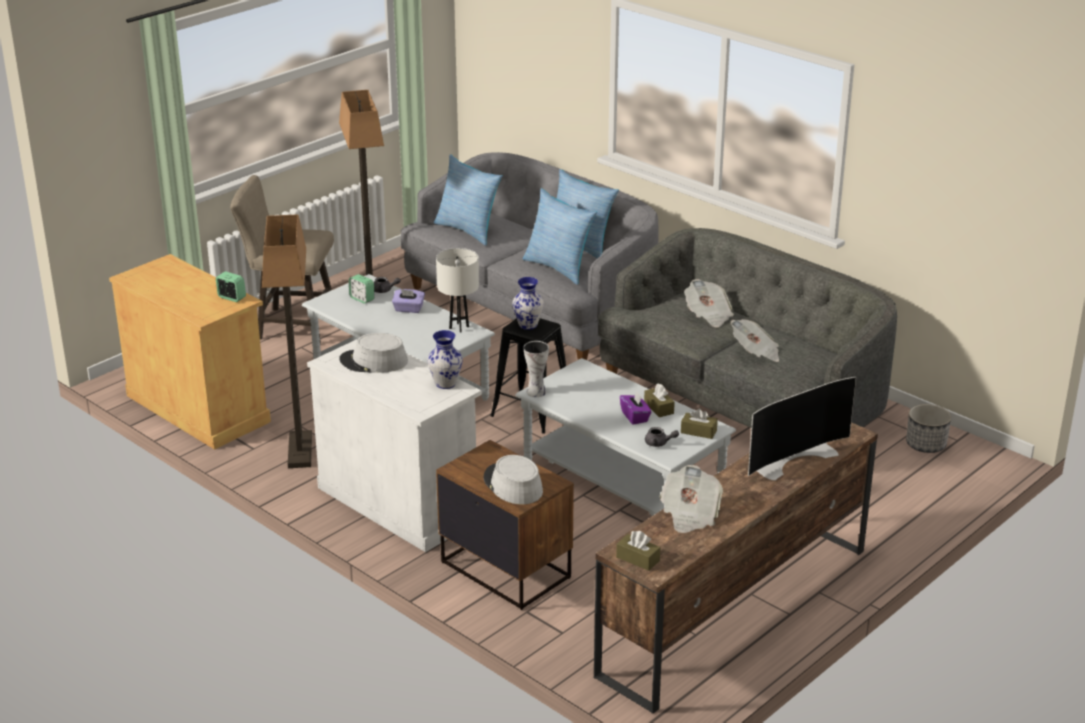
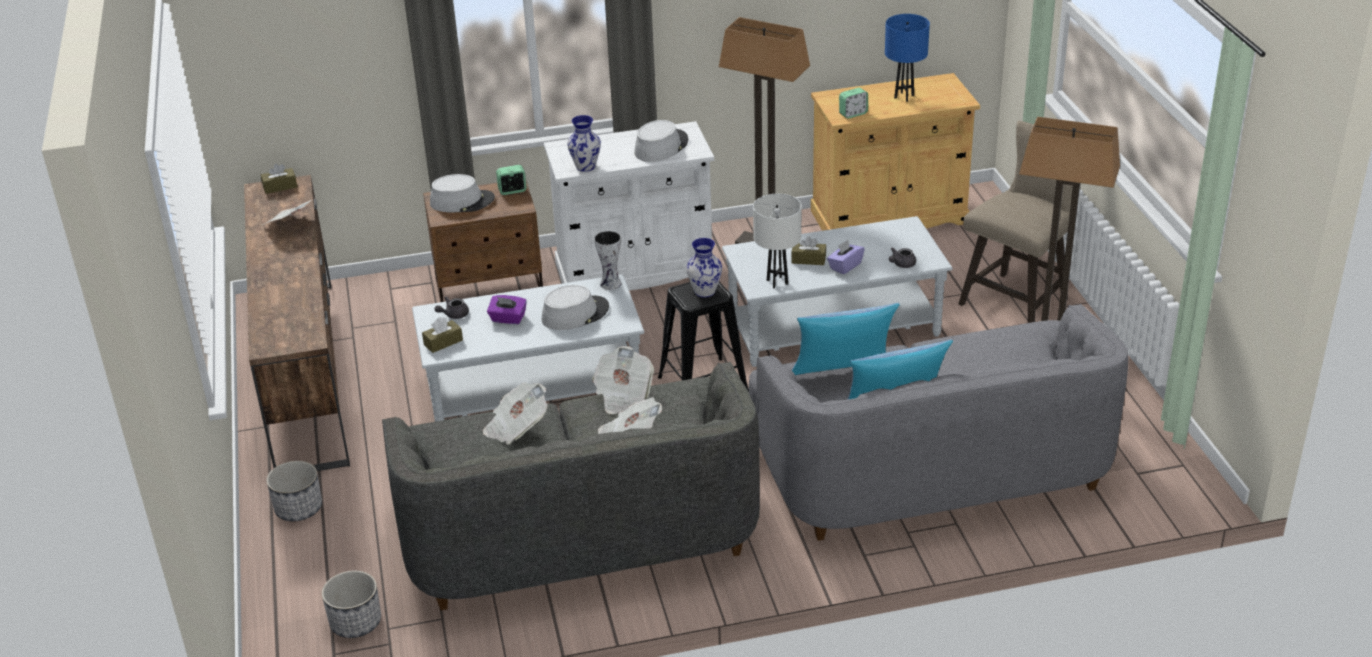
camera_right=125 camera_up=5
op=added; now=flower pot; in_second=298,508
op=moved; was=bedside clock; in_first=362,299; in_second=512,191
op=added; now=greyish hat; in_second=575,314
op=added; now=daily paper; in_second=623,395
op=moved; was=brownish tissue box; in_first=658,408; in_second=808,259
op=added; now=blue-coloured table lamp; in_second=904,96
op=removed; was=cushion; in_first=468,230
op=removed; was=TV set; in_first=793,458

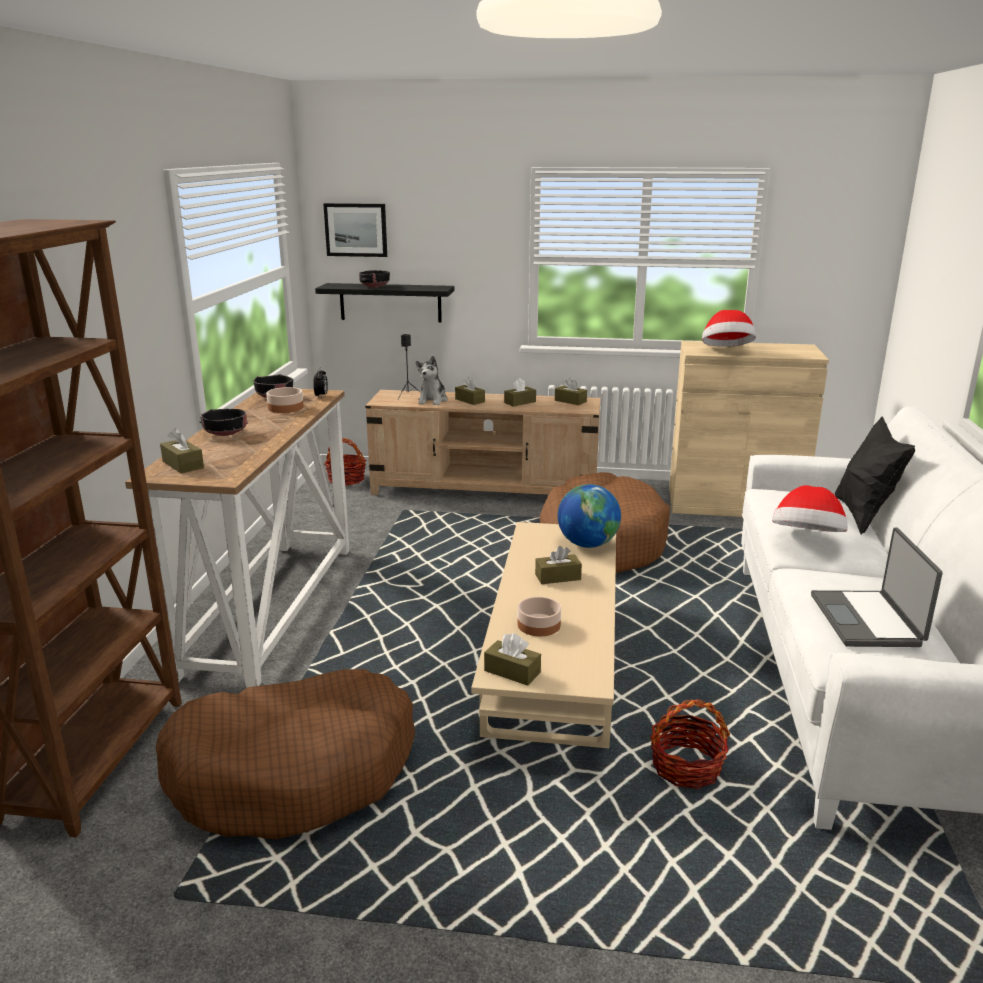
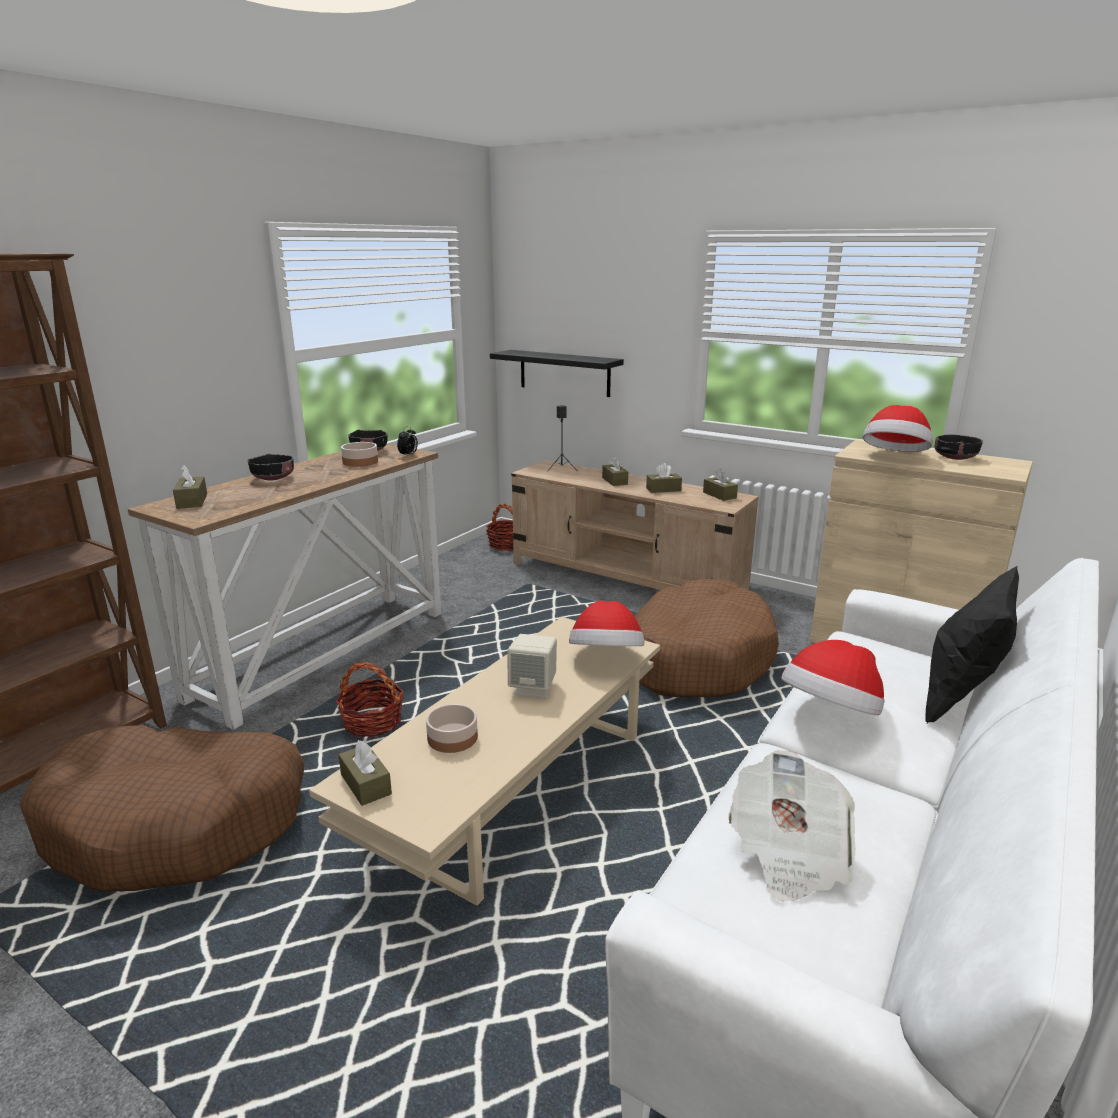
camera_right=25 camera_up=0
op=moved; was=basket; in_first=686,767; in_second=372,722
op=replaced; was=brownish tissue box; now=beige audio speaker; in_first=558,577; in_second=533,687
op=replaced; was=globe; now=hat; in_first=587,544; in_second=606,657
op=replaced; was=portable computer; now=daily paper; in_first=867,620; in_second=788,853
op=moved; was=black serving bowl; in_first=375,286; in_second=955,458
op=removed; was=wall art; in_first=356,230
op=removed; was=plush toy; in_first=432,400

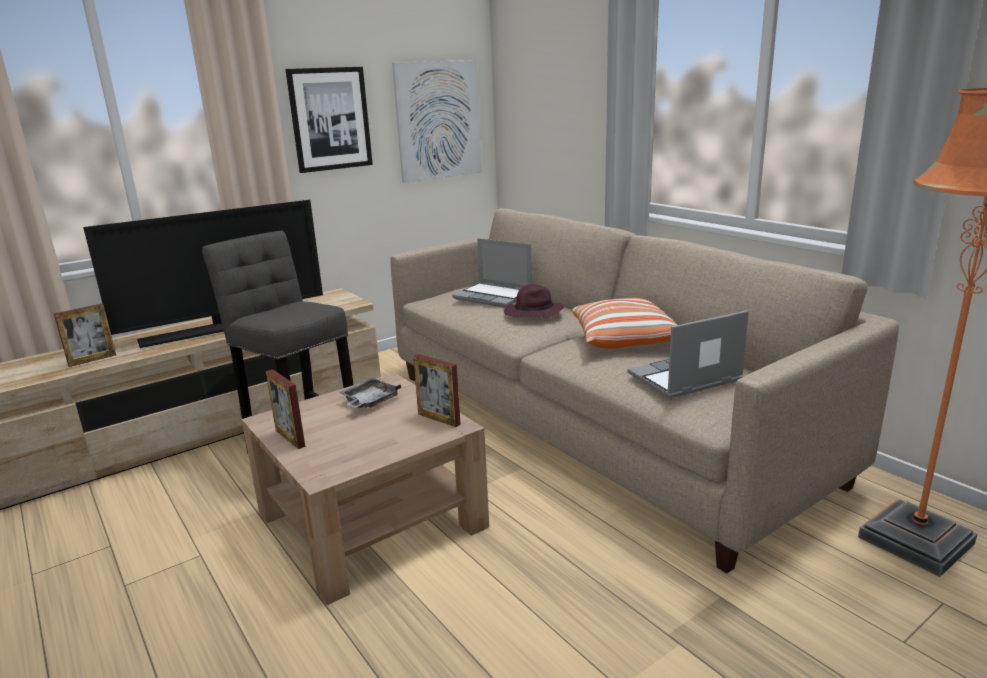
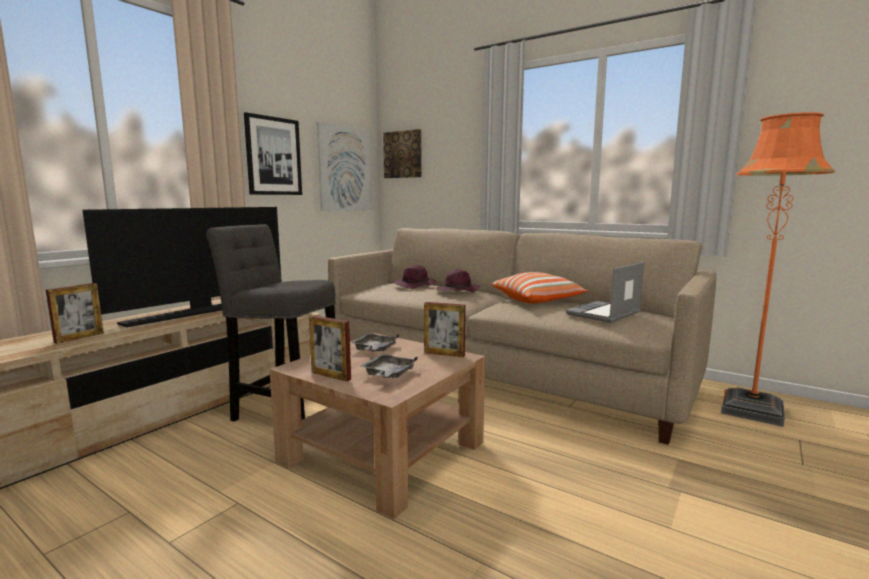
camera_right=-20 camera_up=-10
op=added; now=greyish tray; in_second=388,374
op=added; now=wall art; in_second=403,154
op=replaced; was=portable computer; now=purple-coloured hat; in_first=494,296; in_second=416,285

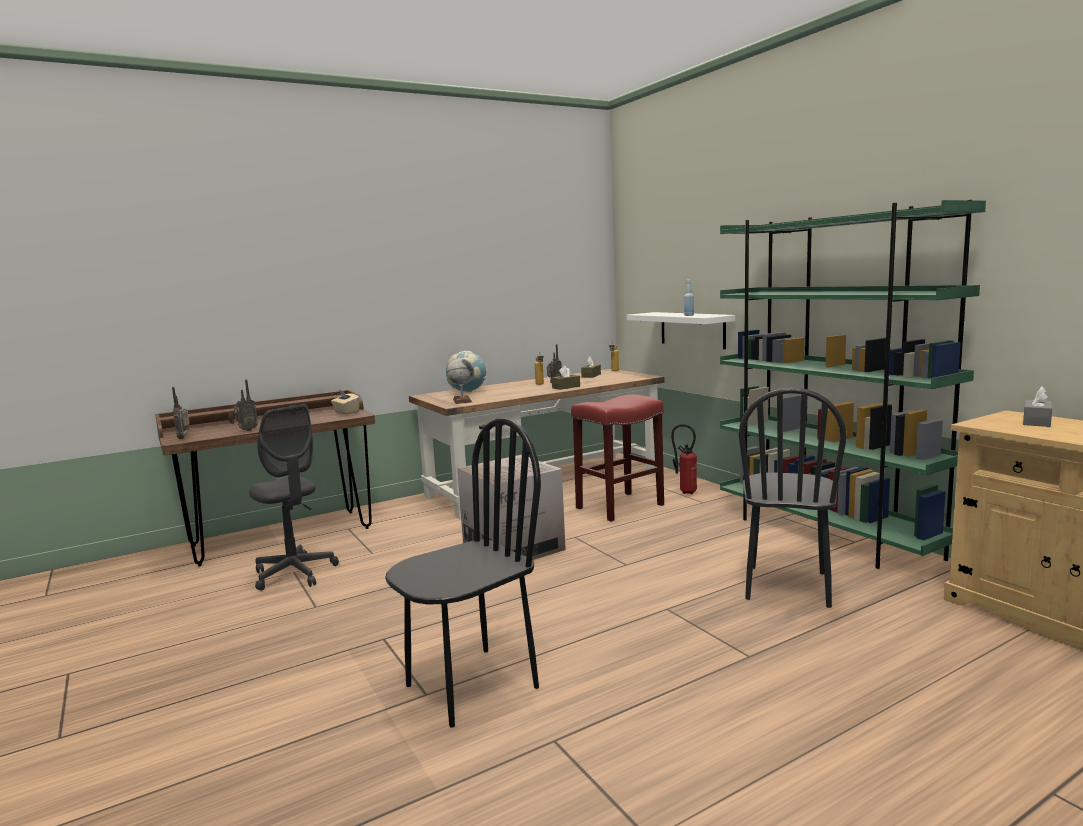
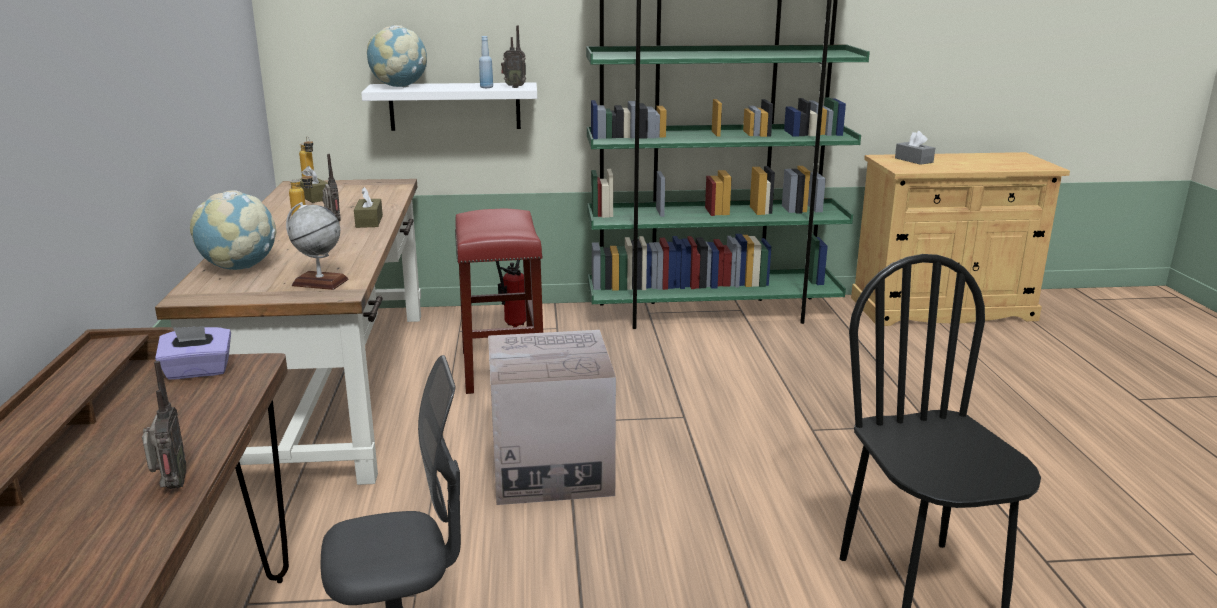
camera_right=-65 camera_up=10
op=recoloured; was=beige tissue box; now=purple-coloured tissue box; in_first=346,412; in_second=198,371
op=added; now=globe; in_second=399,86
op=moved; was=radio receiver; in_first=184,438; in_second=514,87
op=removed; was=black plain chair; in_first=787,586

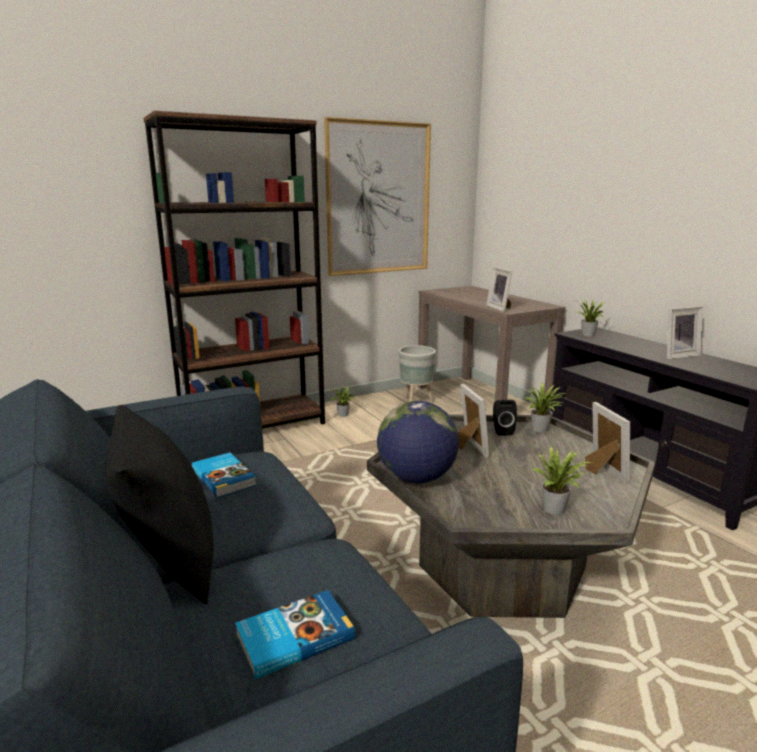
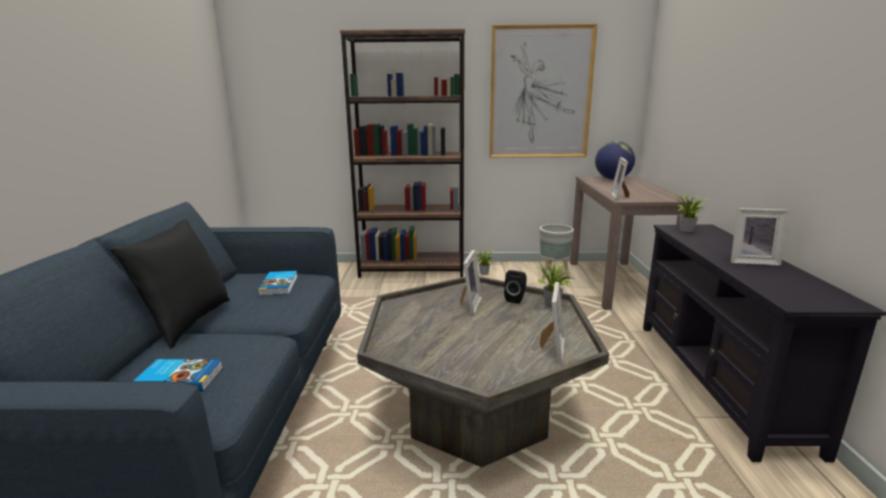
camera_right=30 camera_up=0
op=moved; was=globe; in_first=416,478; in_second=613,179
op=removed; was=houseplant; in_first=557,510

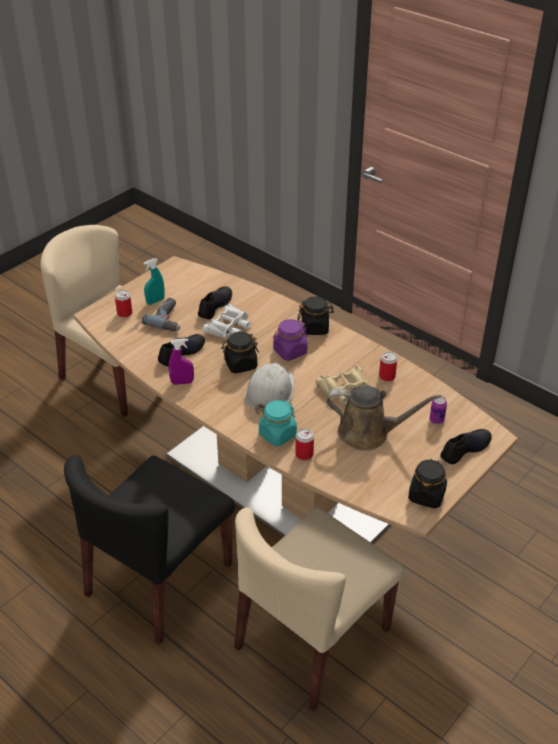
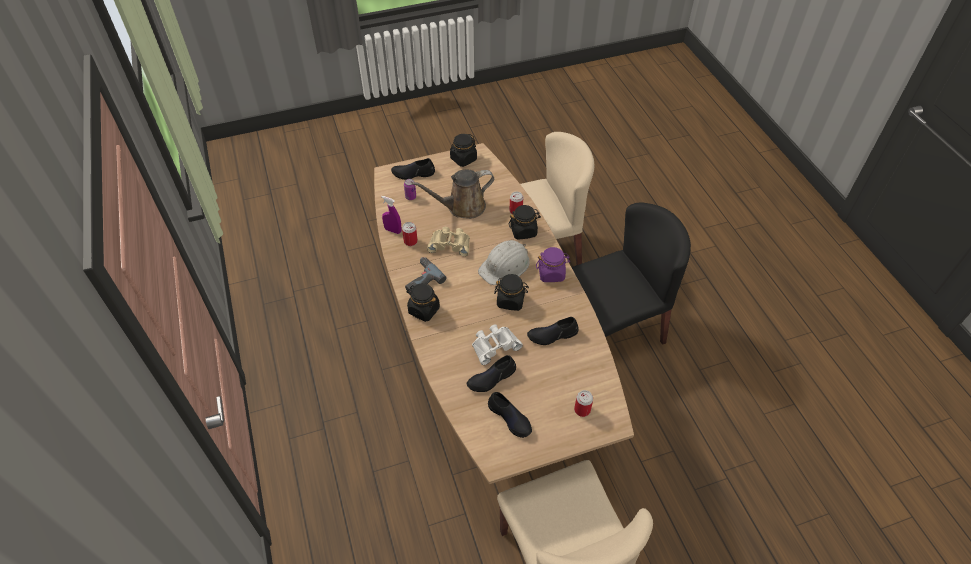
camera_right=-150 camera_up=10
op=moved; was=purple-coloured spray bottle; in_first=182,382; in_second=393,230
op=moved; was=drill; in_first=169,319; in_second=420,279
op=turned; was=brownish watering pot; in_first=368,433; in_second=462,207; clockwise=-60
op=added; now=black low shoe; in_second=510,418
op=recoloured; was=turquoise jar; now=black jar; in_first=277,435; in_second=523,231
op=moved; was=purple-coloured jar; in_first=290,352; in_second=551,273
op=removed; was=turquoise spray bottle; in_first=155,301

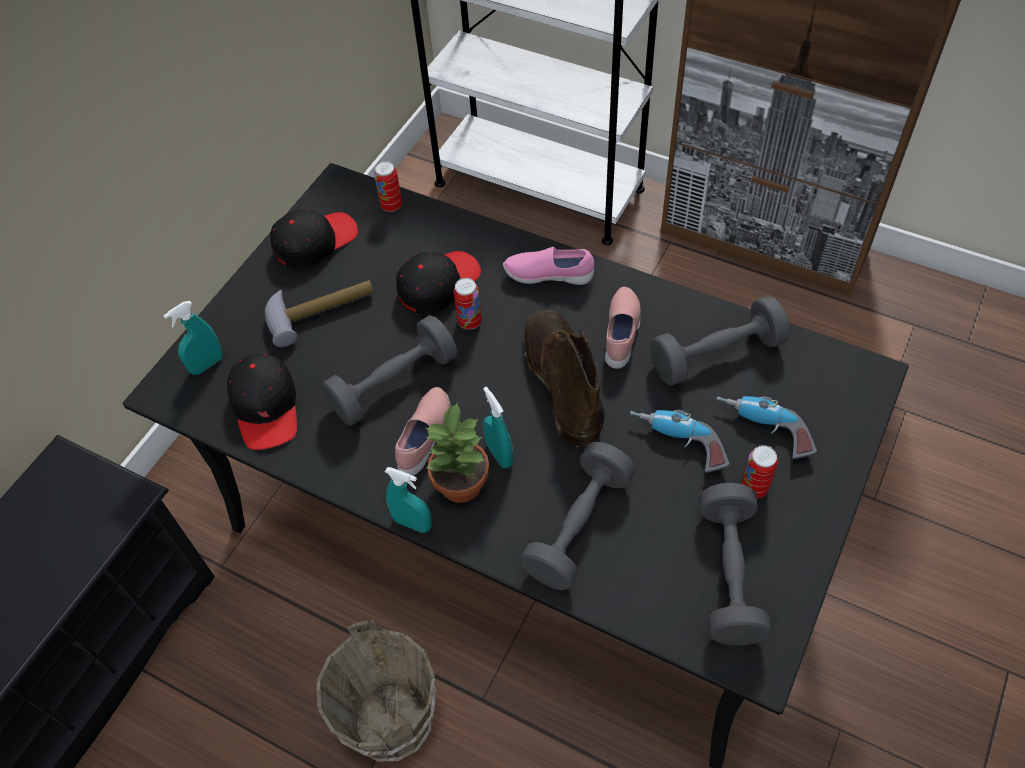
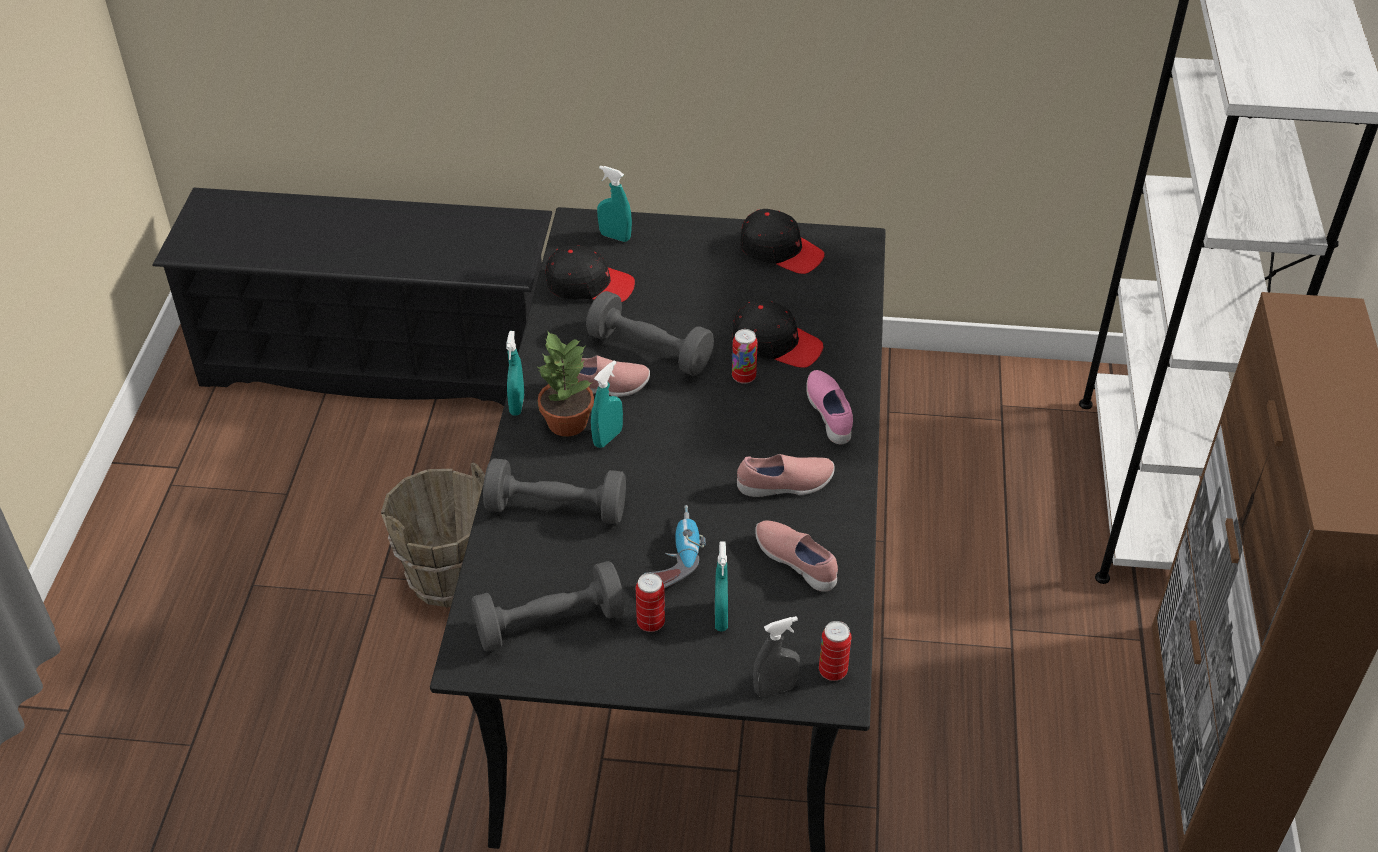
camera_right=65 camera_up=-10
op=turned; was=black cap; in_first=266,407; in_second=589,284; clockwise=-135
op=replaced; was=drill; now=turquoise spray bottle; in_first=763,430; in_second=721,617
op=added; now=greyish spray bottle; in_second=775,689
op=replaced; was=greyish hand weight; now=pinkish low shoe; in_first=716,355; in_second=796,562
op=moved; was=sealed can; in_first=391,205; in_second=832,671
op=removed; was=hand hammer; in_first=320,309
op=removed; was=brownish boot; in_first=562,380

